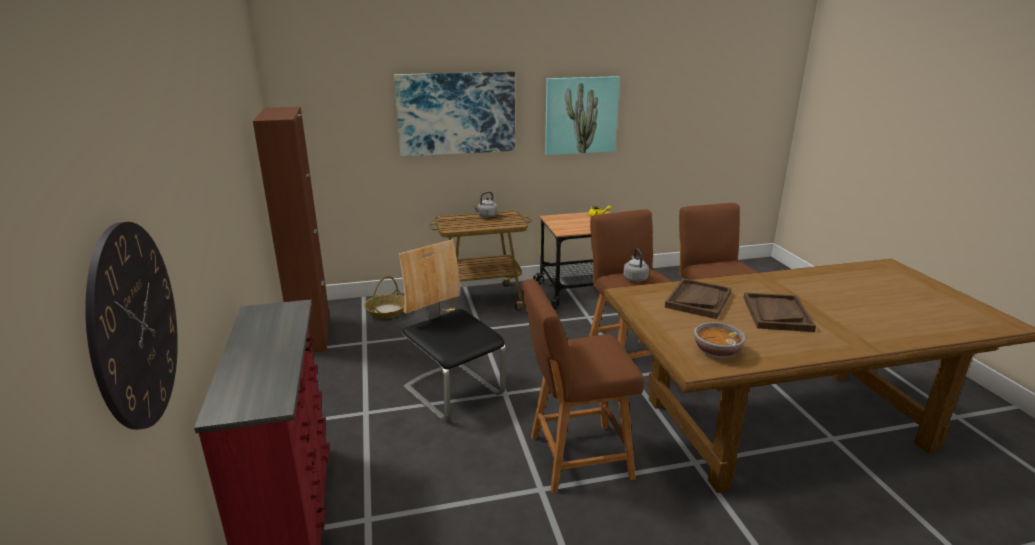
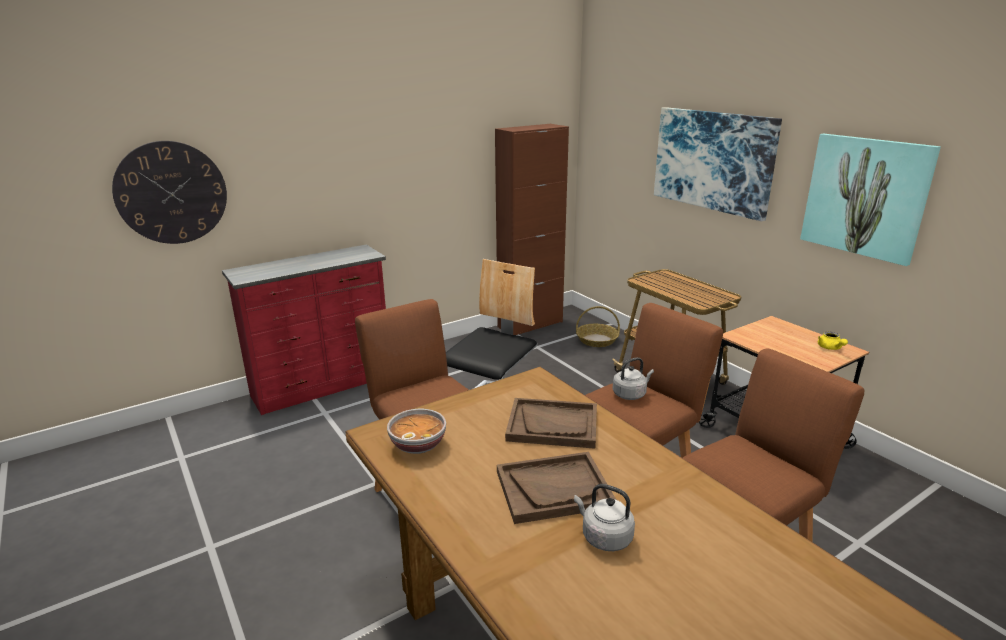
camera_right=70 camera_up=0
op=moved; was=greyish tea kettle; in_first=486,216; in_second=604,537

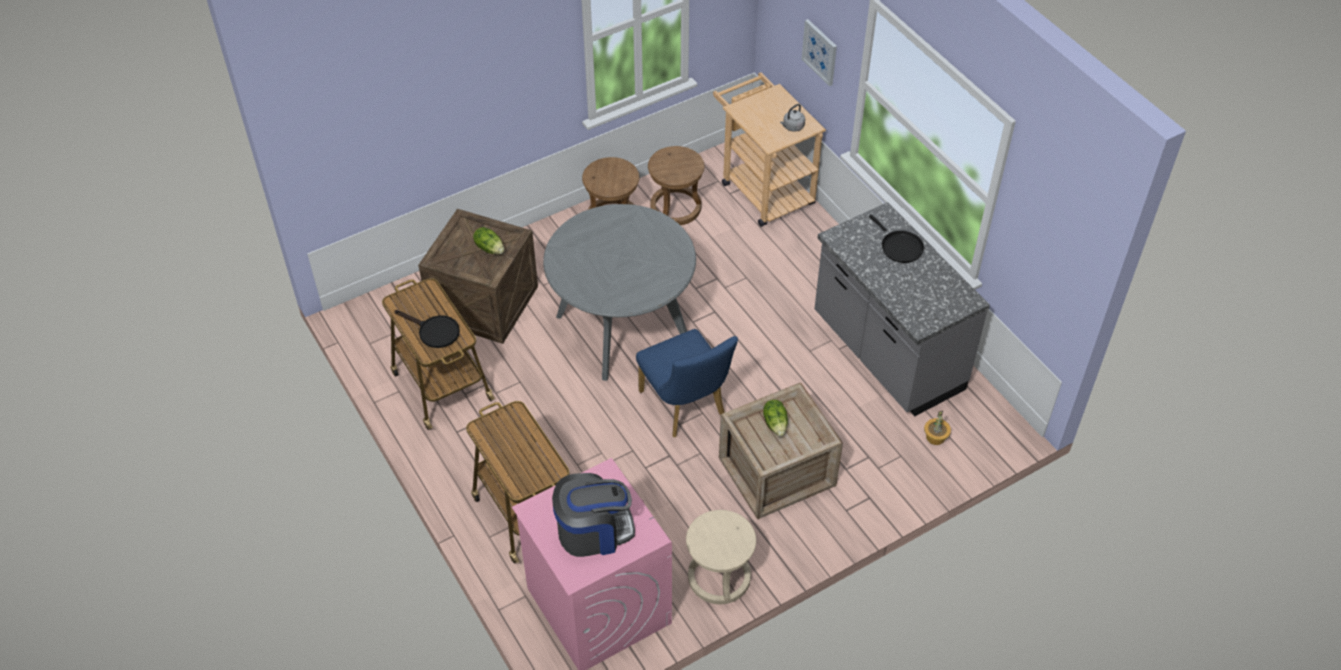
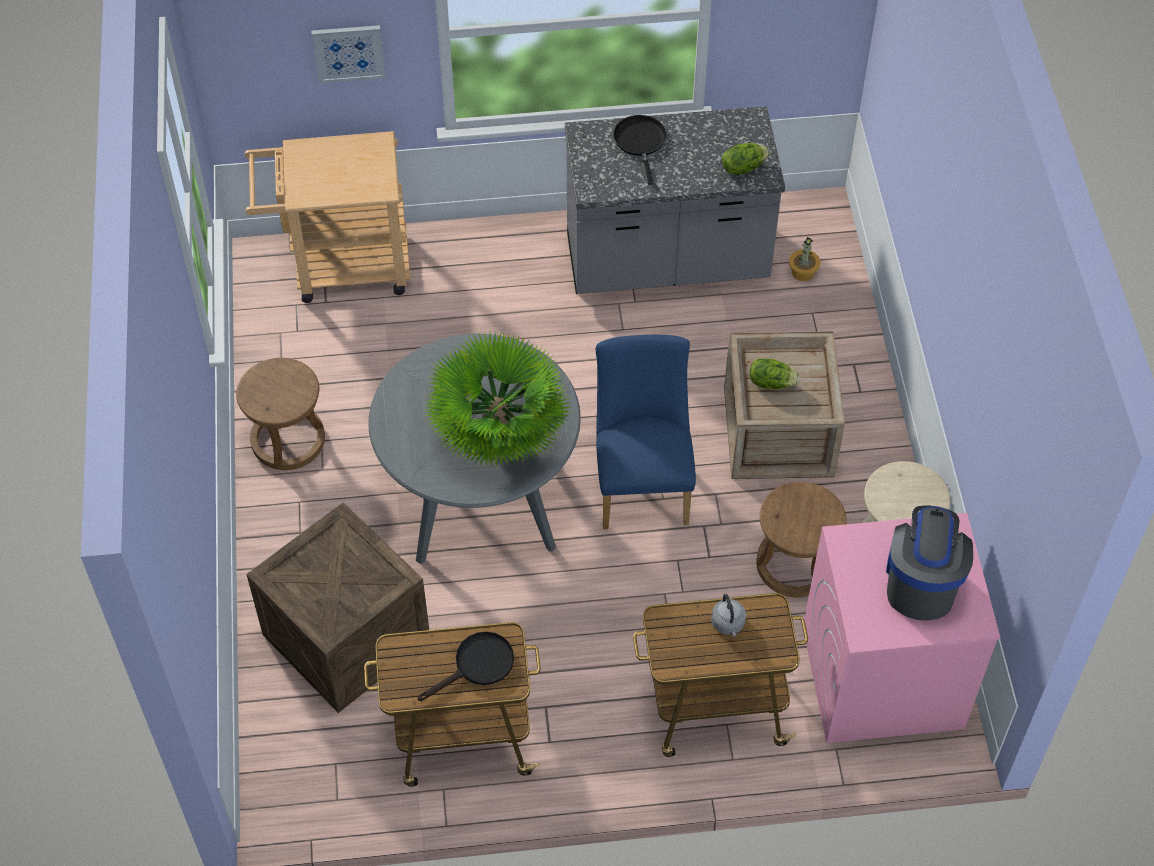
camera_right=-65 camera_up=5
op=added; now=houseplant; in_second=499,440
op=turned; was=blue-coloured plain chair; in_first=686,408; in_second=642,482; clockwise=-90
op=turned; was=black frying pan; in_first=899,247; in_second=640,142; clockwise=-90
op=moved; was=greyish tea kettle; in_first=792,127; in_second=728,624
op=moved; was=lettuce; in_first=490,248; in_second=743,167
op=moved; was=brownish sitting stool; in_first=676,207; in_second=795,564

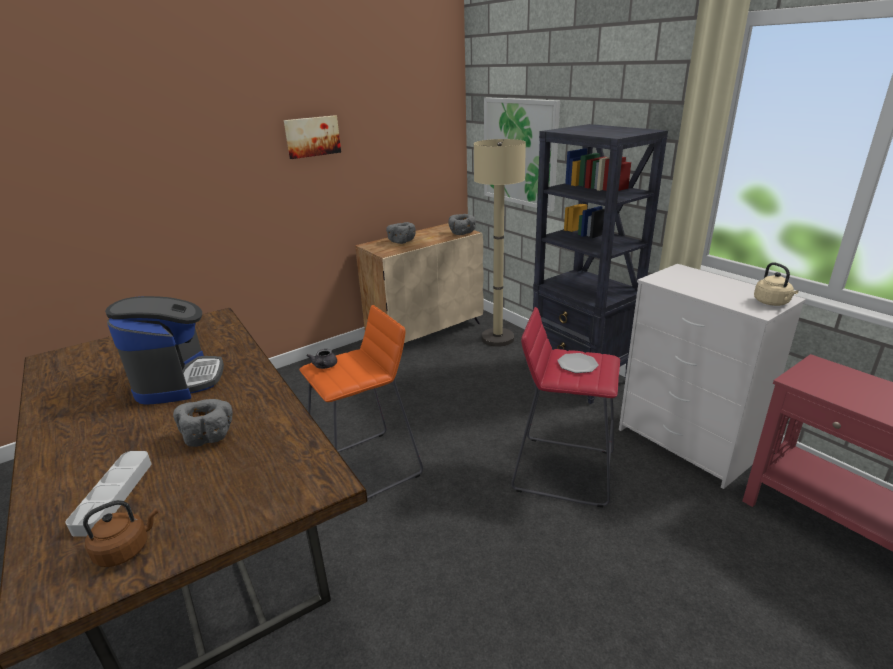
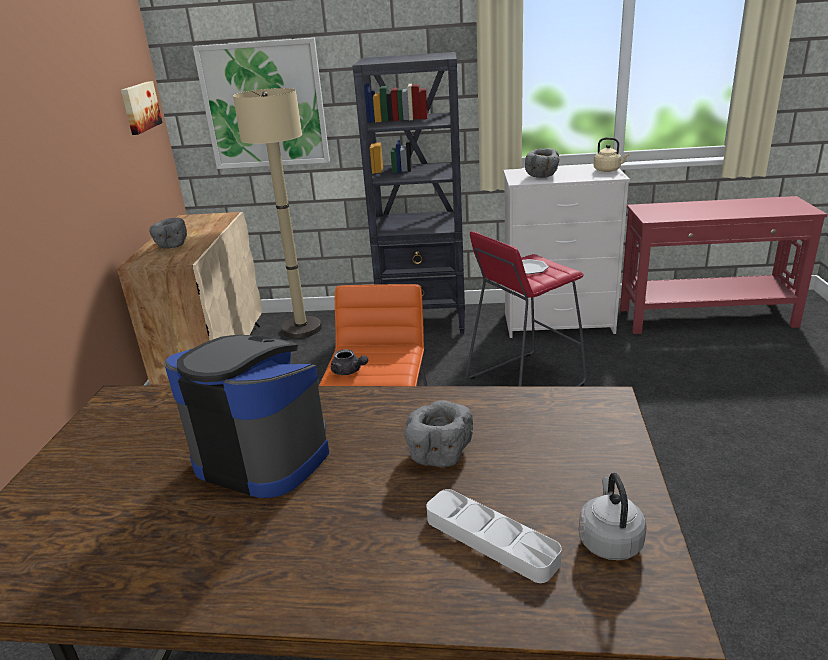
camera_right=-50 camera_up=0
op=moved; was=wall art; in_first=312,136; in_second=139,107
op=moved; was=greyish serving bowl; in_first=461,233; in_second=542,175
op=recoloured; was=brownish tea kettle; now=greyish tea kettle; in_first=126,550; in_second=609,540

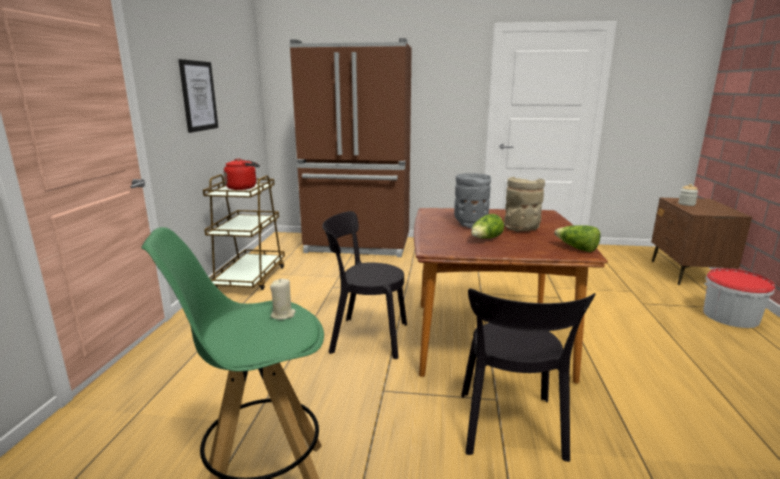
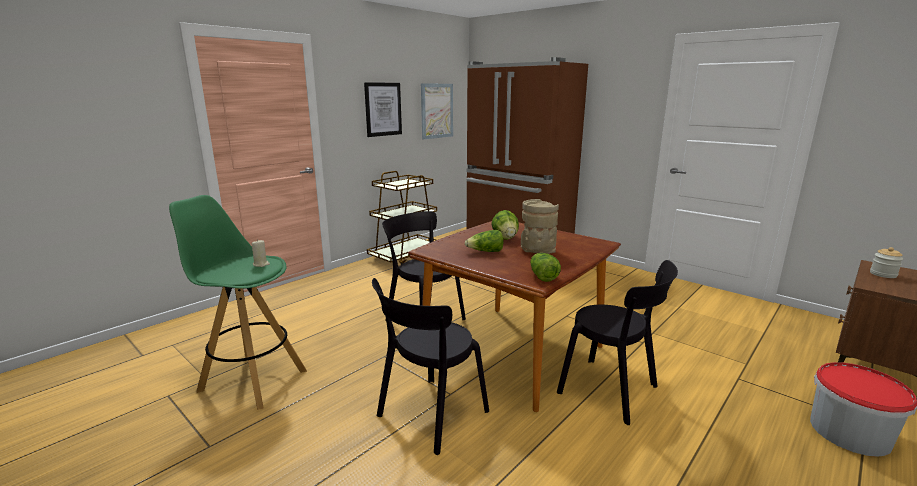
camera_right=35 camera_up=0
op=added; now=wall art; in_second=437,111
op=replaced; was=greyish flower vase; now=lettuce; in_first=470,224; in_second=505,238
op=added; now=black plain chair; in_second=612,391
op=removed; was=red-coloured tea kettle; in_first=243,187

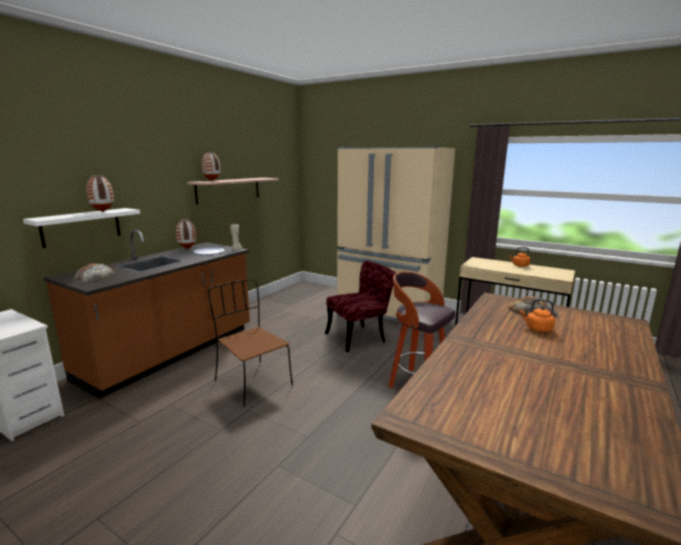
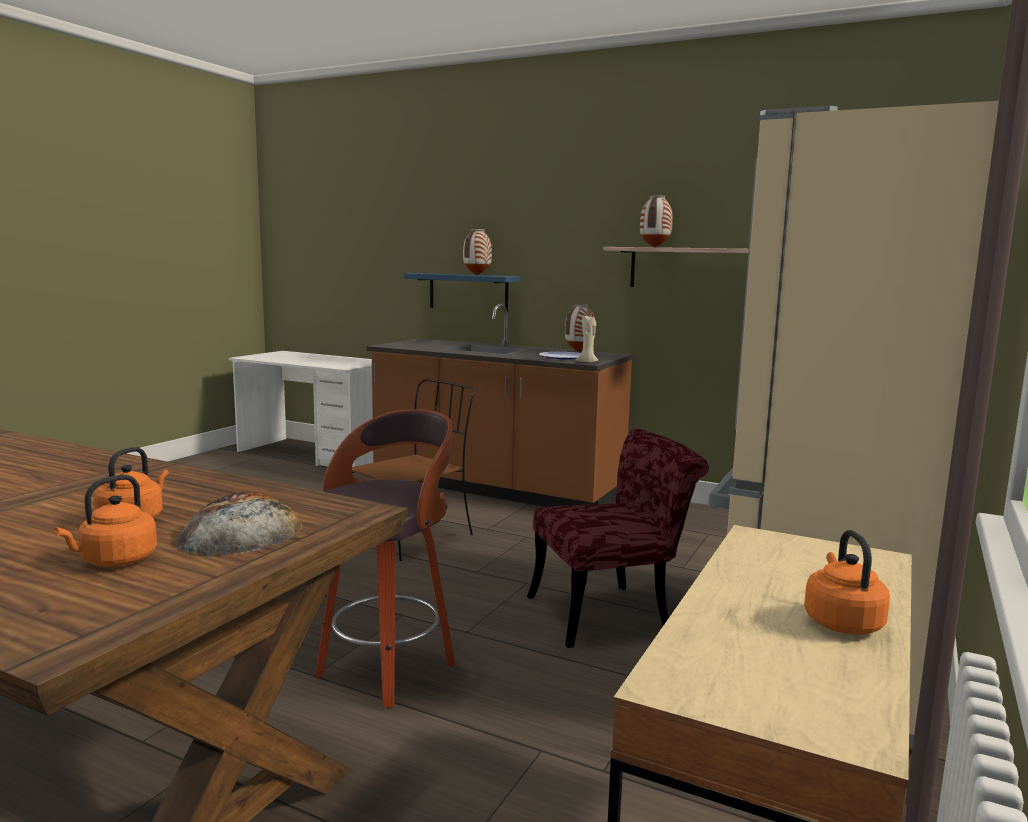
camera_right=85 camera_up=-5
op=added; now=orange-coloured tea kettle; in_second=115,561
op=recoloured; was=white bracket shelf; now=blue-coloured bracket shelf; in_first=81,227; in_second=468,292
op=turned; was=red-coloured plain chair; in_first=360,337; in_second=612,612; clockwise=-75
op=removed; was=bread; in_first=94,276

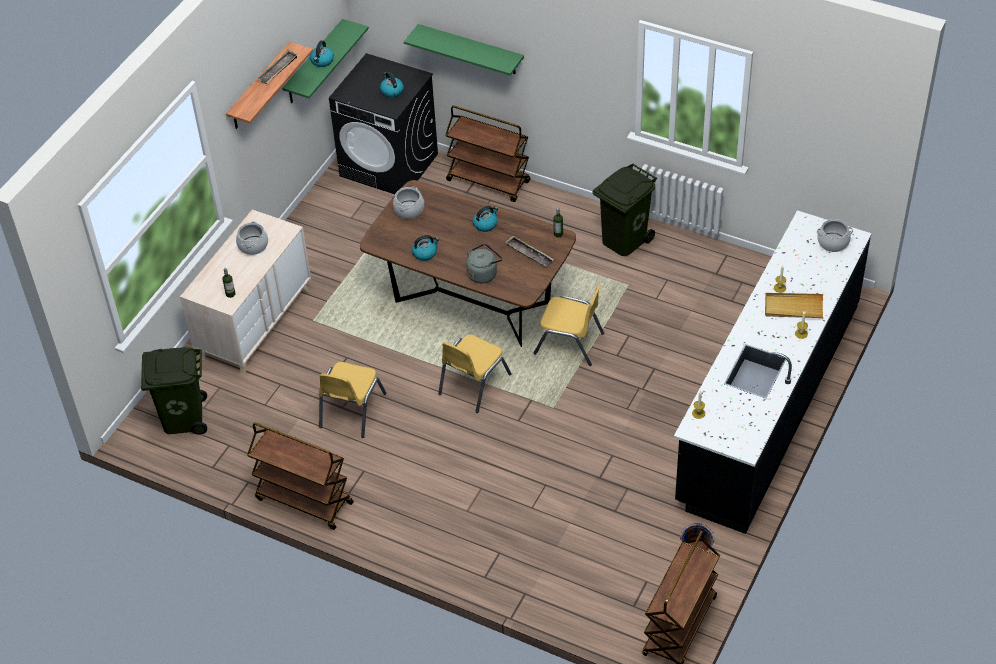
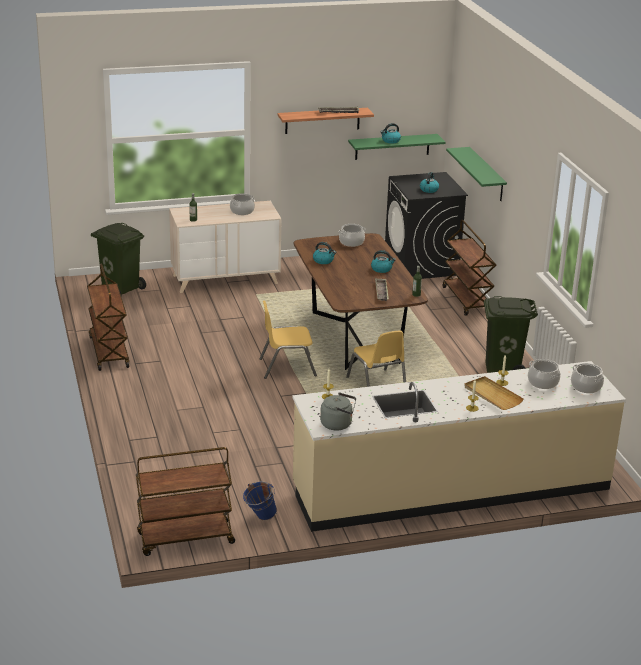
camera_right=45 camera_up=-20
op=recoloured; was=black counter; now=beige counter; in_first=768,402; in_second=451,488
op=moved; was=greyish tea kettle; in_first=483,273; in_second=338,424
op=added; now=stockpot; in_second=543,382
op=removed; was=yellowish plain chair; in_first=351,410

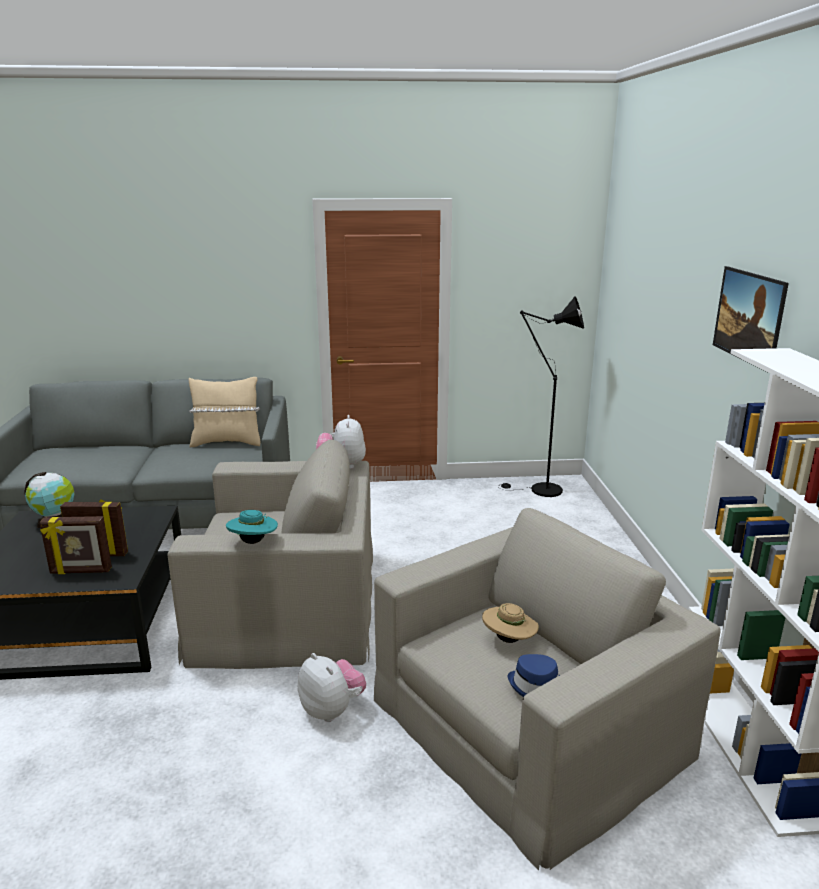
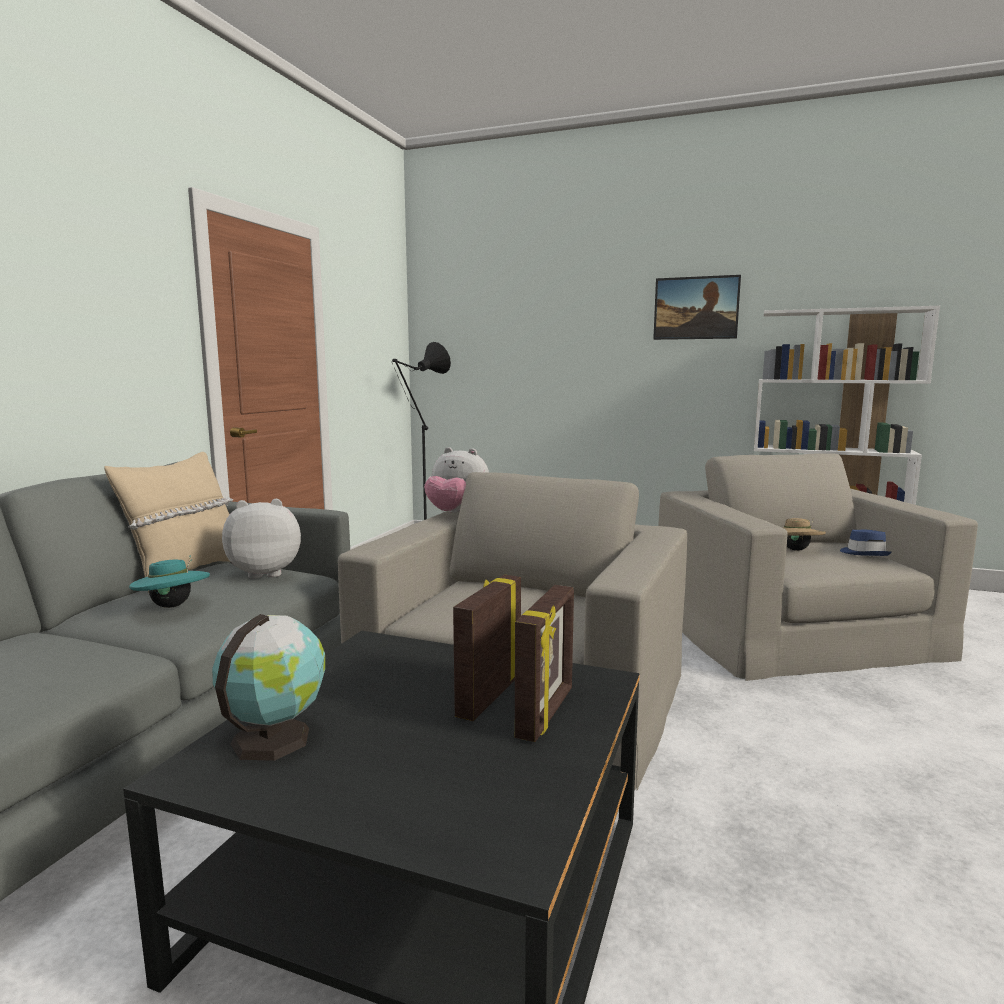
camera_right=-65 camera_up=-10
op=moved; was=turquoise hat; in_first=253,542; in_second=173,606
op=moved; was=plush toy; in_first=332,710; in_second=265,573

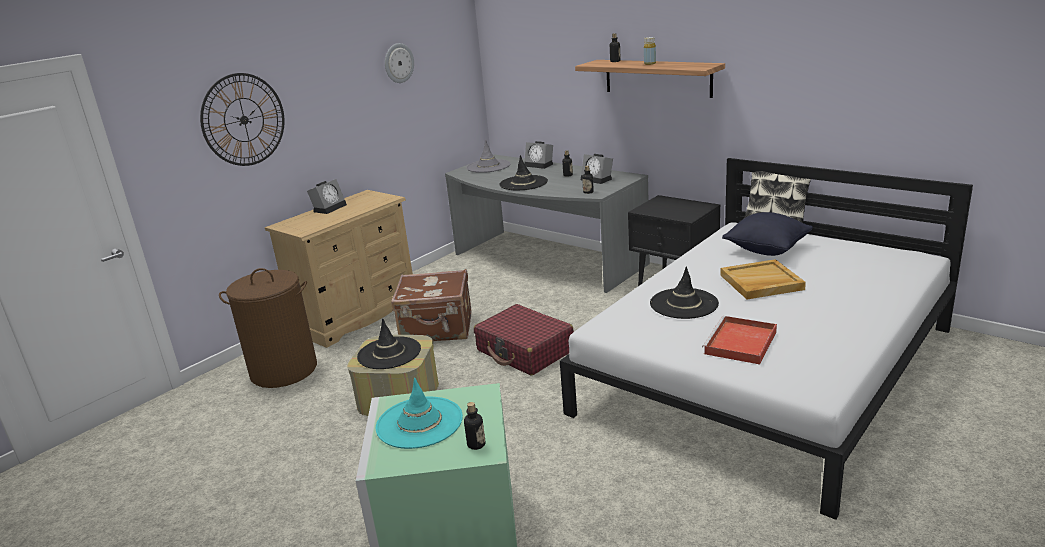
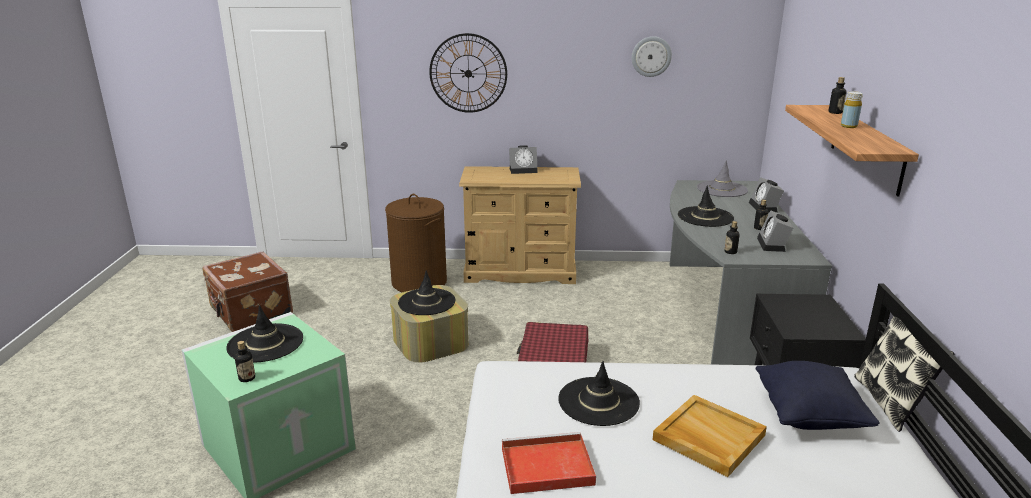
camera_right=50 camera_up=0
op=moved; was=brownish piece of luggage; in_first=437,329; in_second=250,313
op=recoloured; was=turquoise hat; now=black hat; in_first=419,423; in_second=265,343

